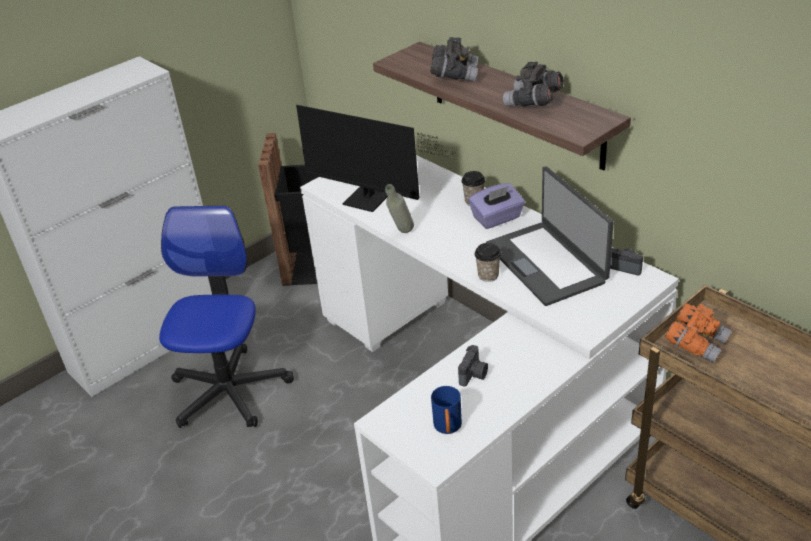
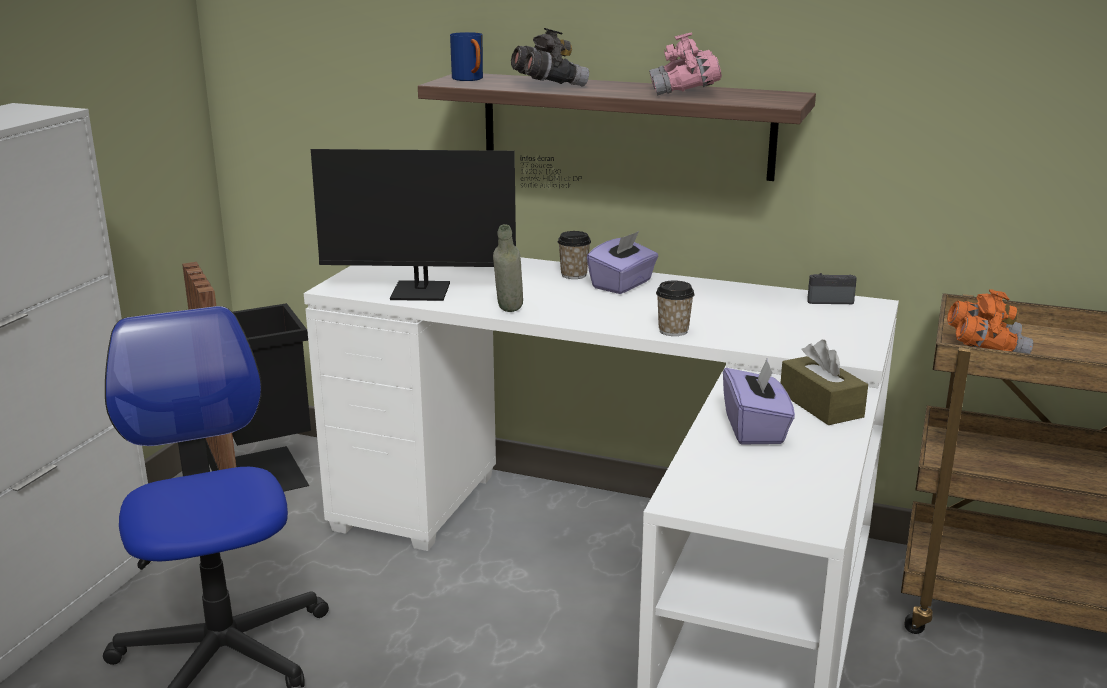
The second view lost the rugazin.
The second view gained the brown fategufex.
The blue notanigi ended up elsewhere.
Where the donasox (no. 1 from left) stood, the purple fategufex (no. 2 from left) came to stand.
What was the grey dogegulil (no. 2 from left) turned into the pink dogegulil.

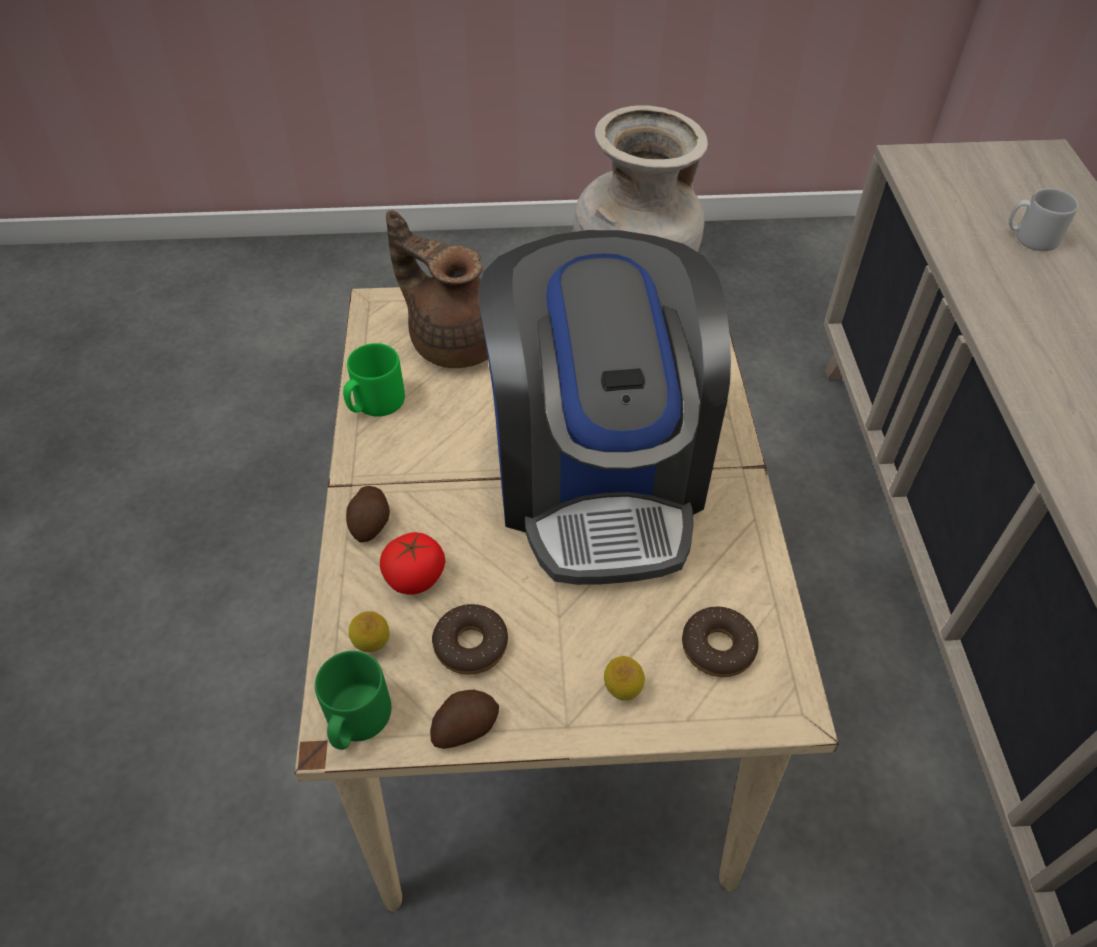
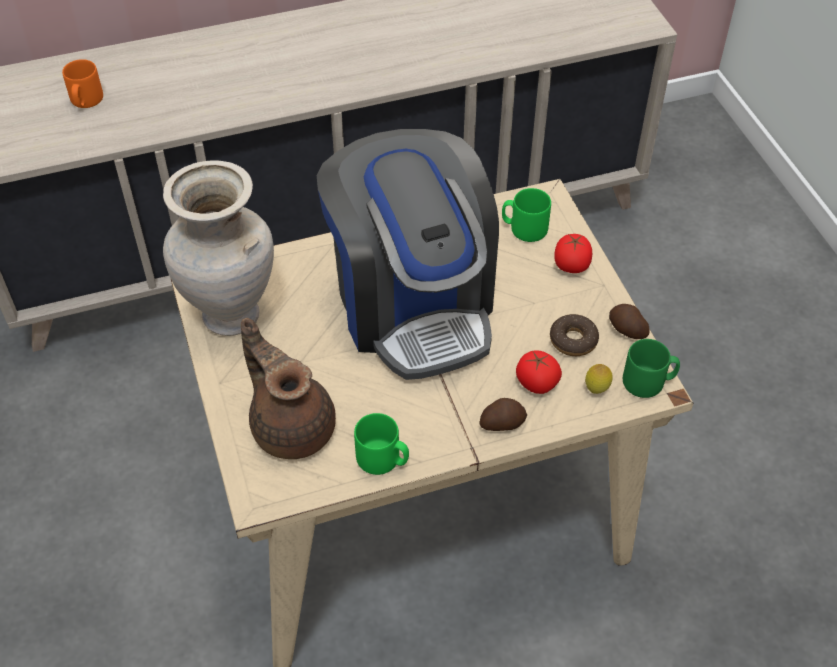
Where the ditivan (no. 2 from left) stood, the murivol (no. 2 from left) came to stand.
Where the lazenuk (no. 2 from left) stood, the green notanigi (no. 2 from left) came to stand.
What was the grey notanigi turned into the orange notanigi.
The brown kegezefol ended up facing another way, 120 degrees clockwise from before.
The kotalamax ended up facing another way, 90 degrees clockwise from before.

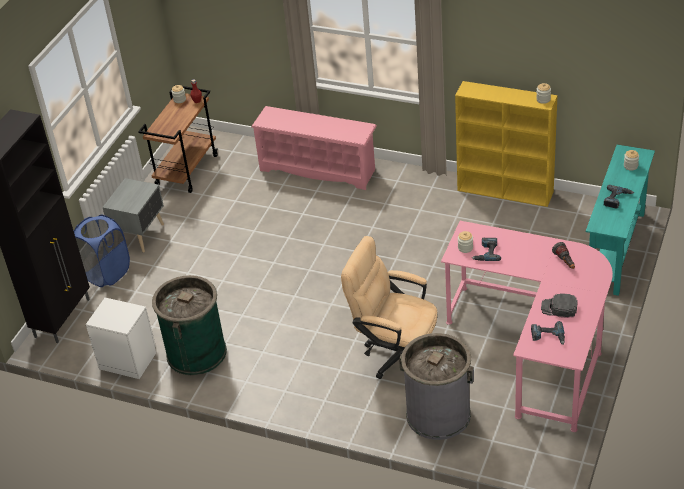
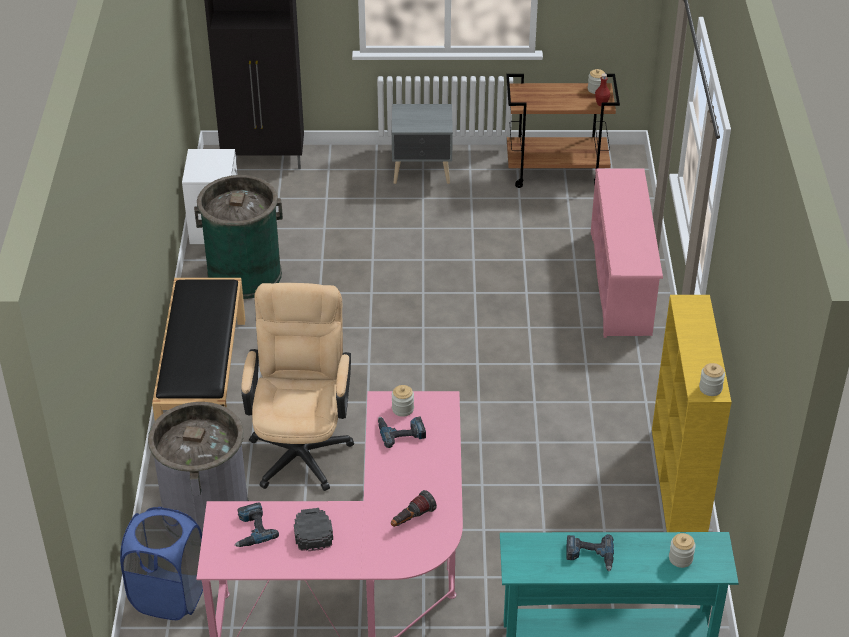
The second view gained the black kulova.
The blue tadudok ended up elsewhere.

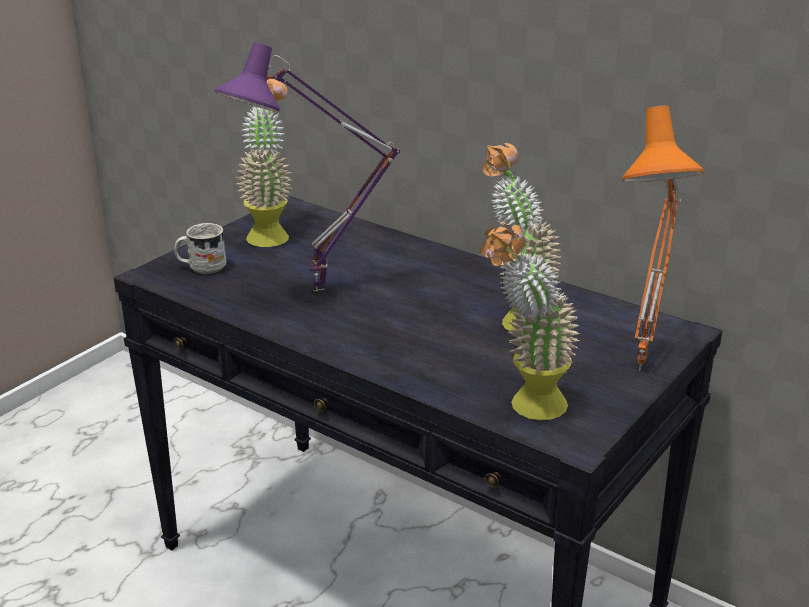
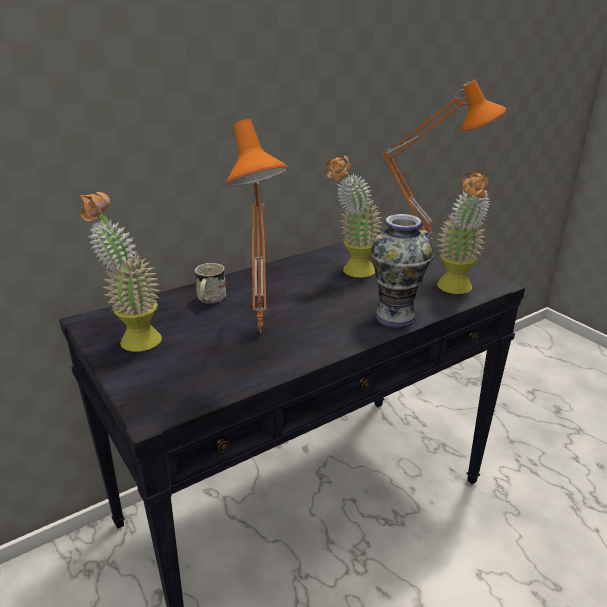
The second view gained the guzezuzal.
The white notanigi ended up elsewhere.
What was the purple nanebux turned into the orange nanebux (no. 1 from left).

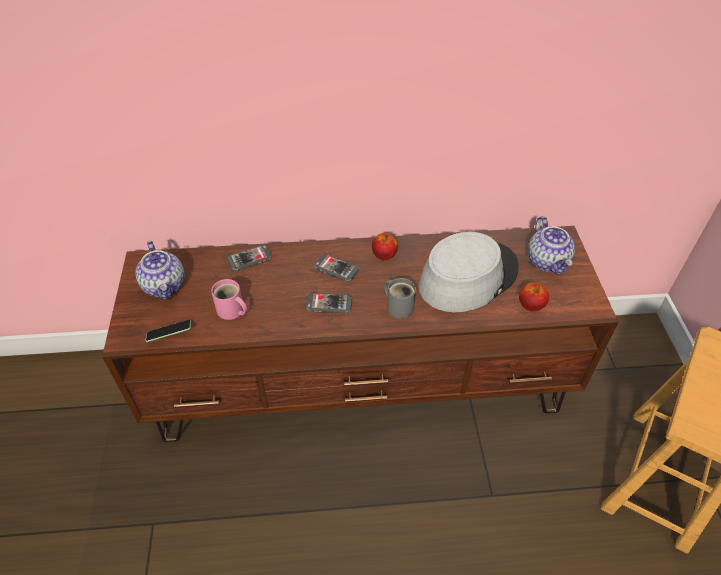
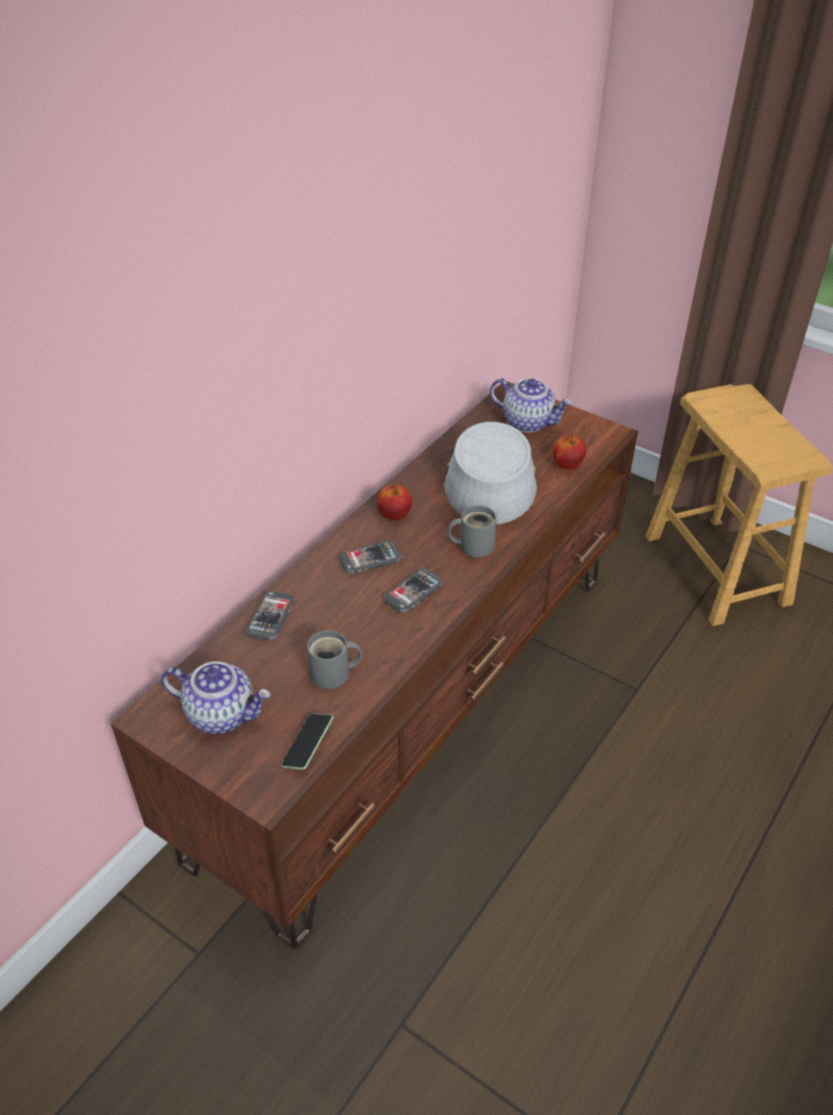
What was the pink notanigi turned into the grey notanigi (no. 1 from left).

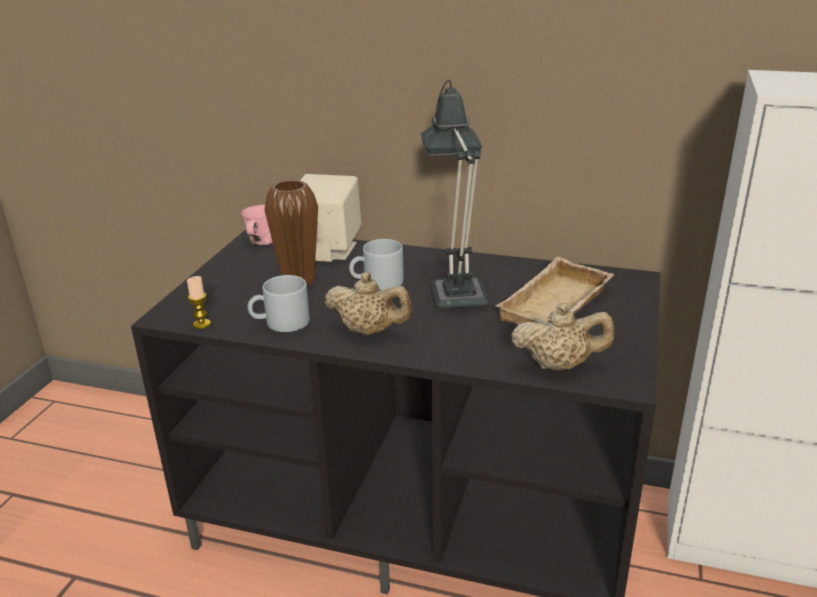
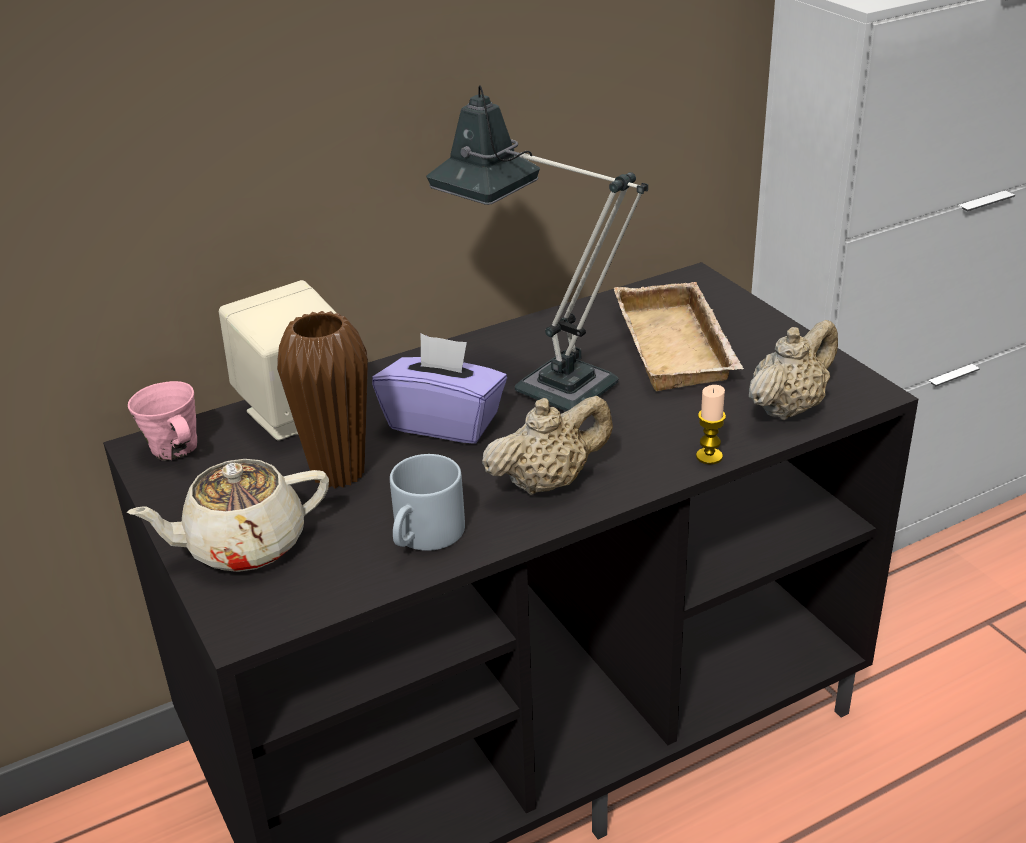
The second view gained the beige kegezefol (no. 1 from left).
The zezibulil ended up elsewhere.
Where the grey notanigi (no. 2 from left) stood, the purple fategufex came to stand.

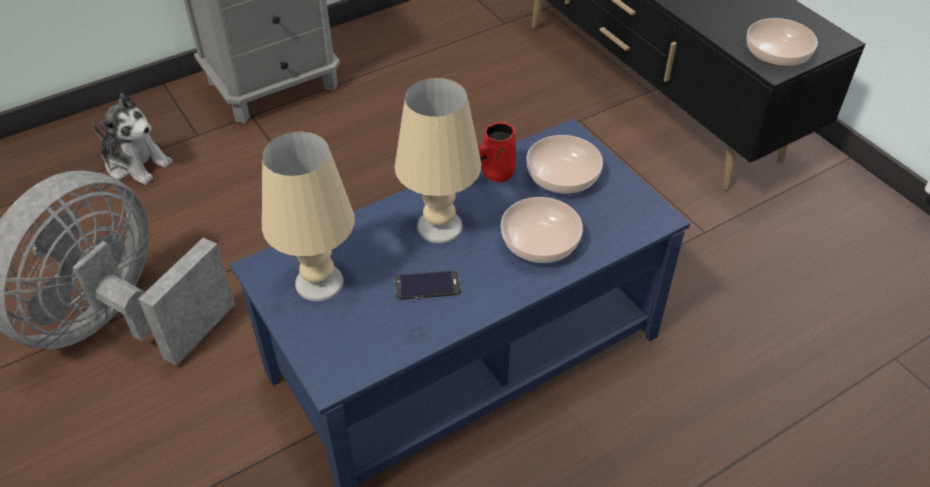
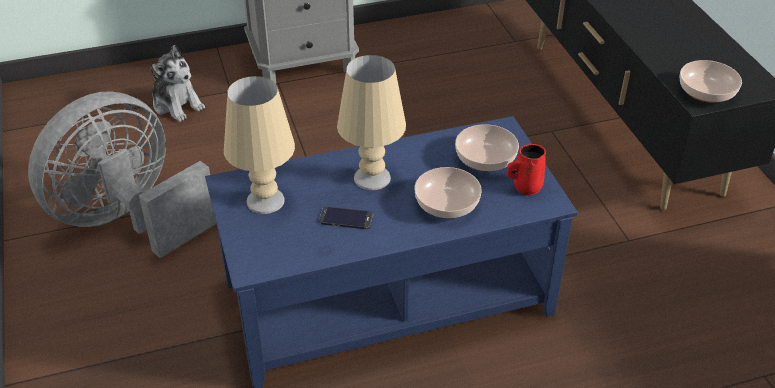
The red notanigi ended up elsewhere.

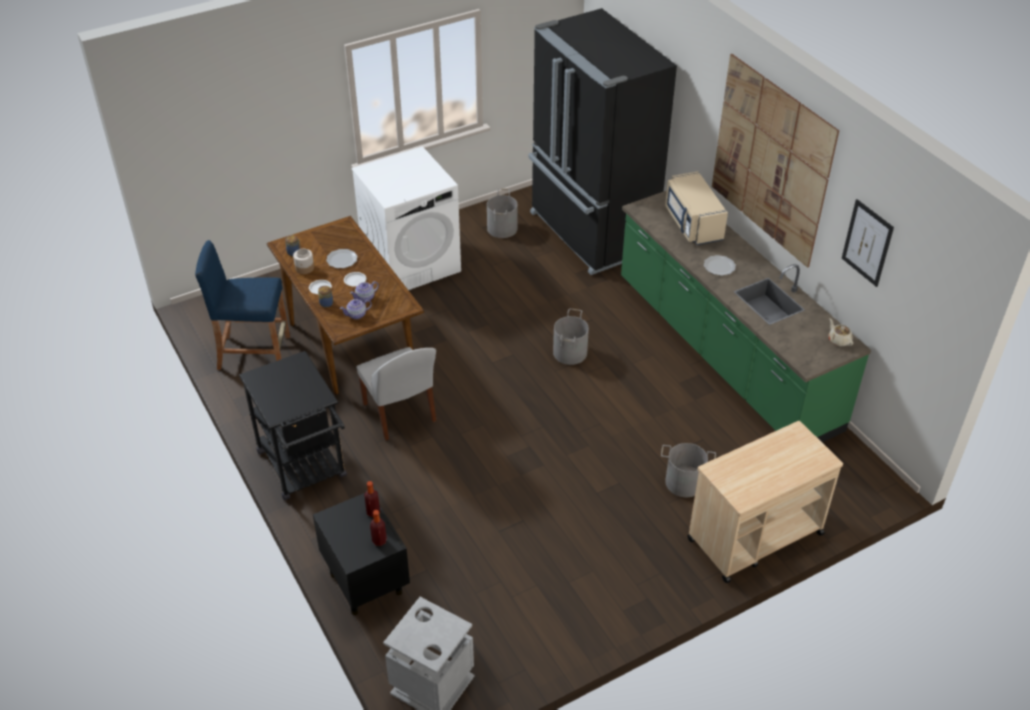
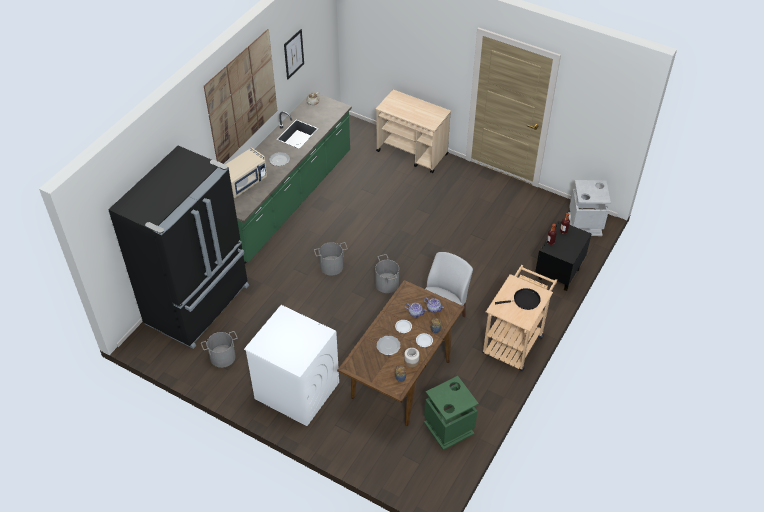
The second view gained the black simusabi.
The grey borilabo (no. 3 from left) ended up elsewhere.
Where the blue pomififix stood, the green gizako came to stand.
What was the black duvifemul turned into the beige duvifemul (no. 2 from left).

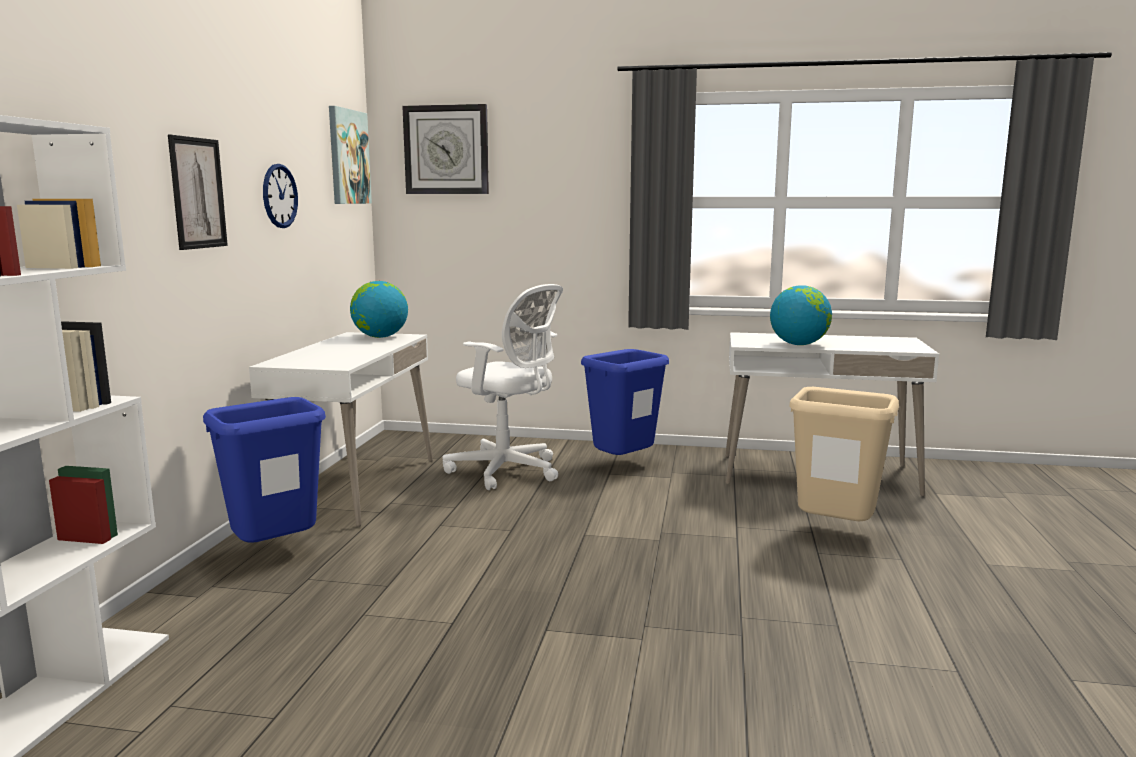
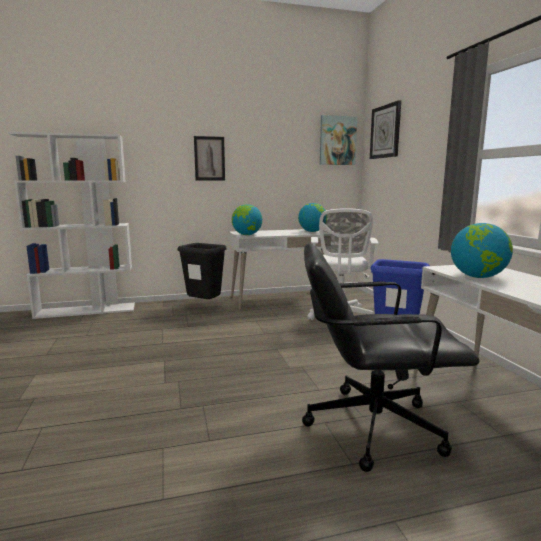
The second view lost the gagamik (no. 1 from left).
The second view gained the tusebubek (no. 1 from left).
Where the beige gizako stood, the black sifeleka came to stand.
What was the blue gizako (no. 1 from left) turned into the black gizako.

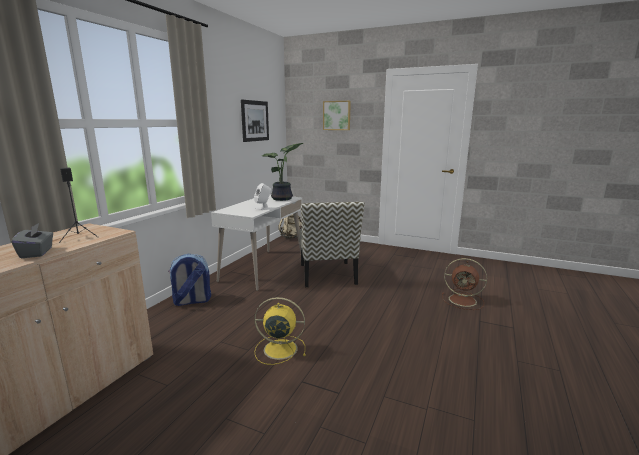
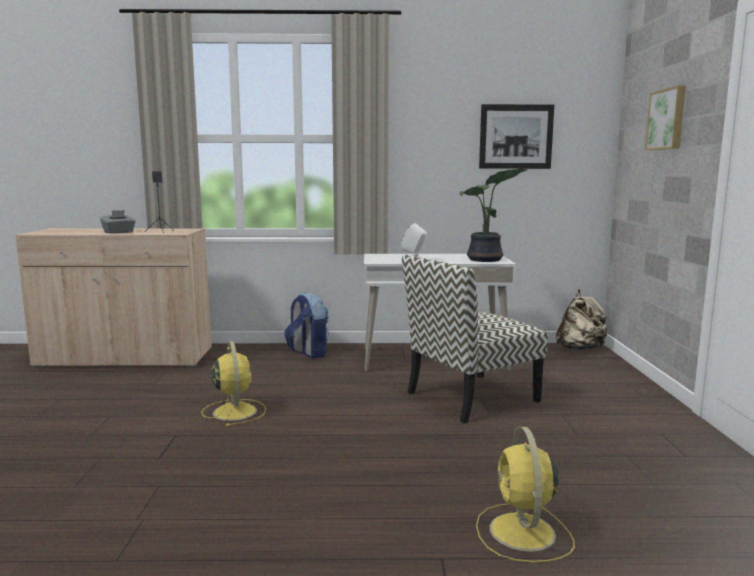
What was the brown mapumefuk turned into the yellow mapumefuk (no. 2 from left).

